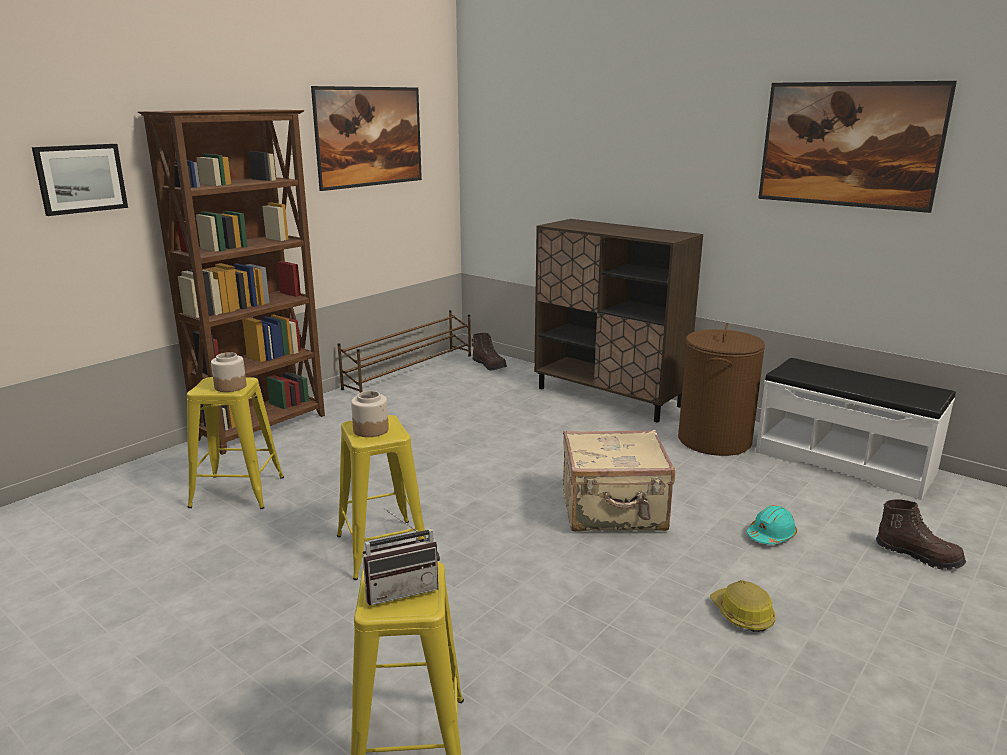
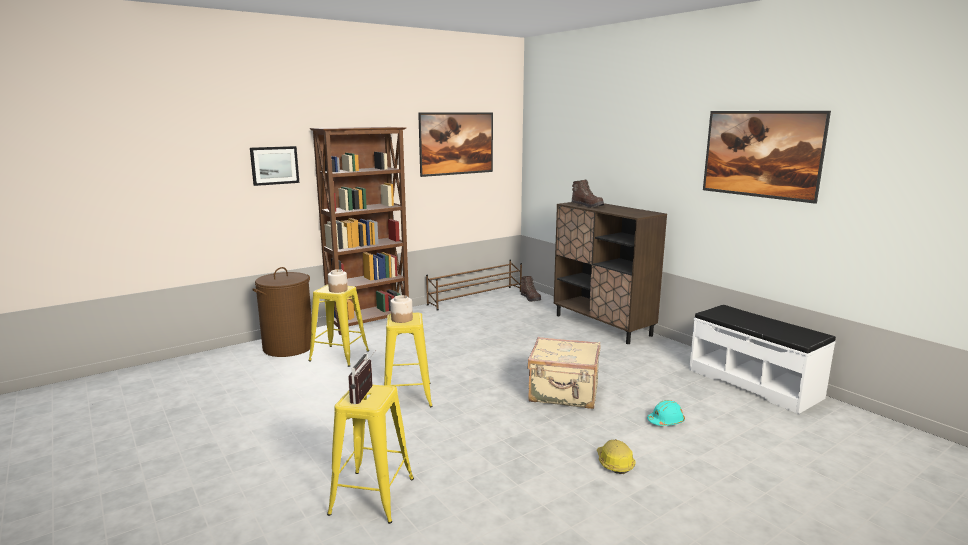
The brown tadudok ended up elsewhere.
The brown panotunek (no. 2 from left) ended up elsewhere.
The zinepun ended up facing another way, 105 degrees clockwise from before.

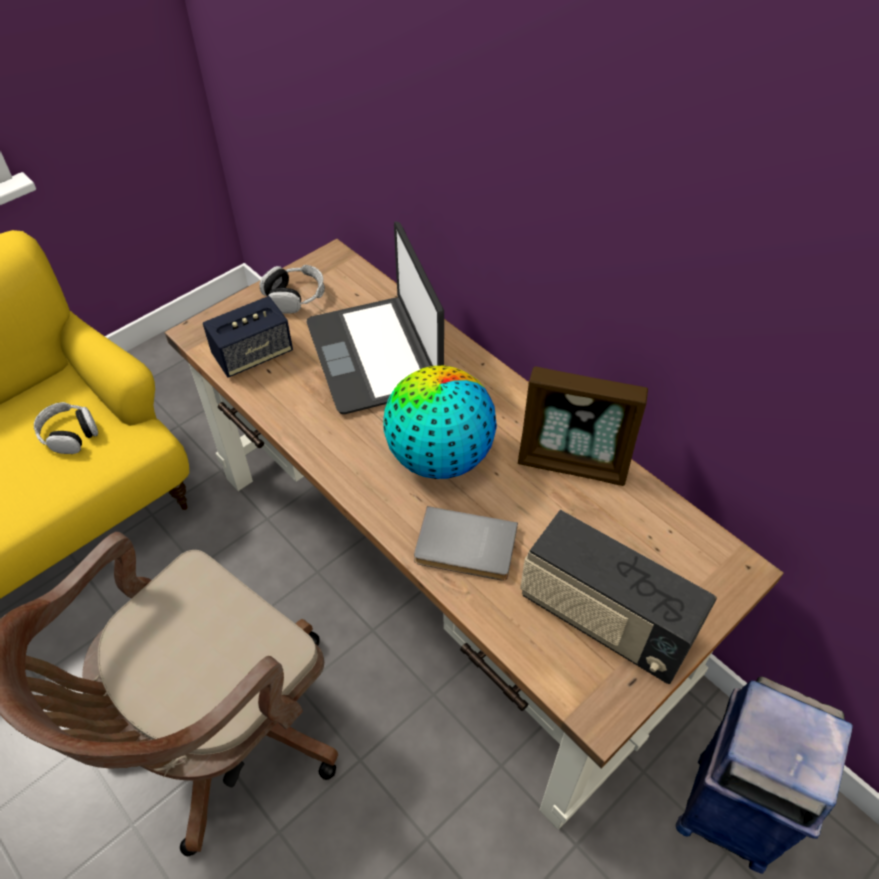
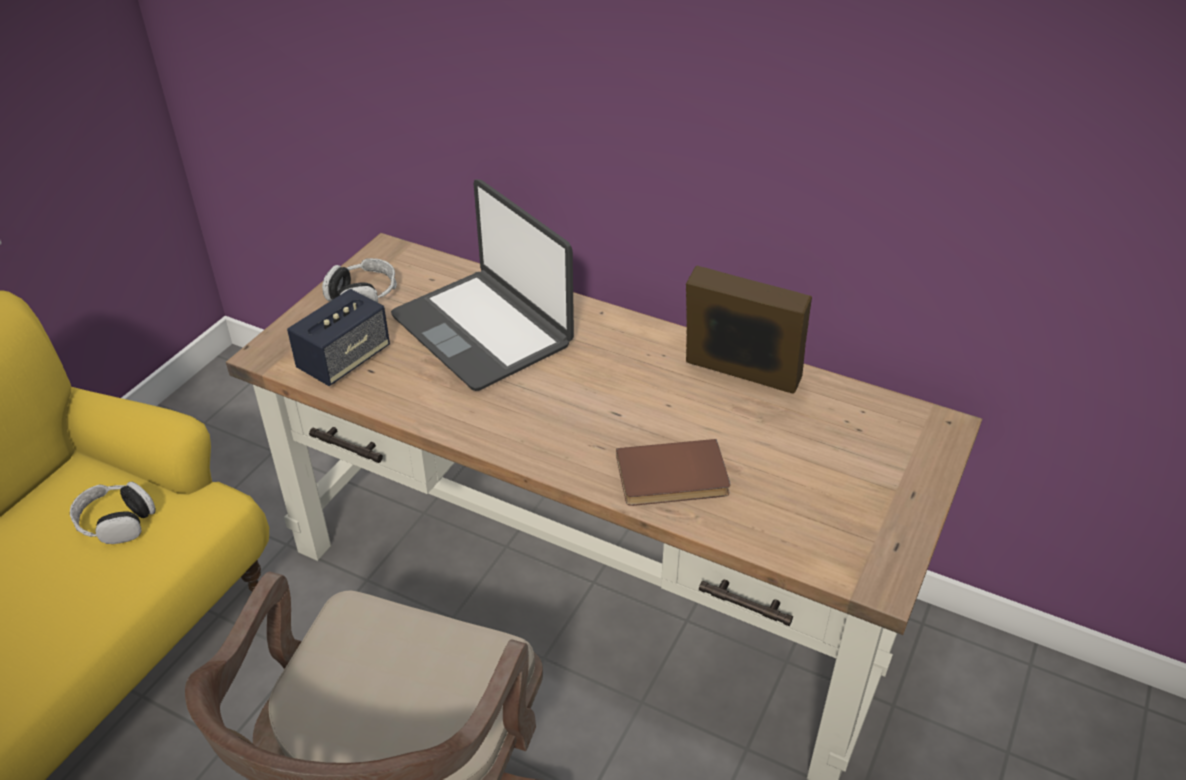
The second view lost the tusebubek.
The second view lost the zinepun.
The second view lost the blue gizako.
What was the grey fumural turned into the brown fumural.
The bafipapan ended up facing another way, 150 degrees counterclockwise from before.

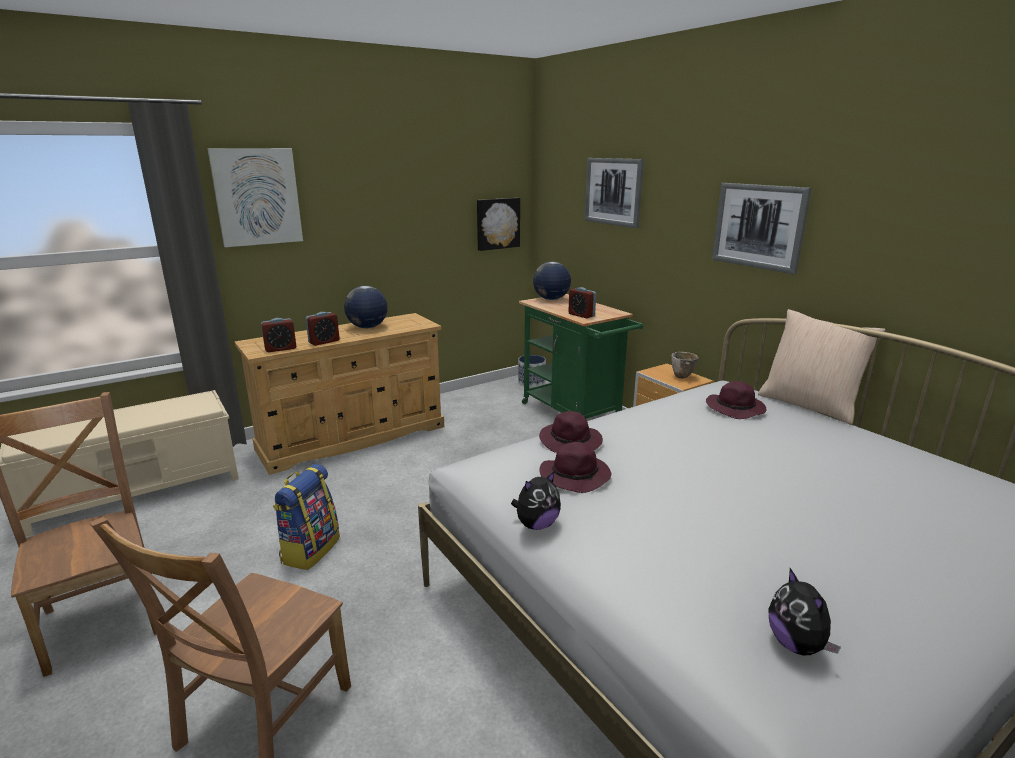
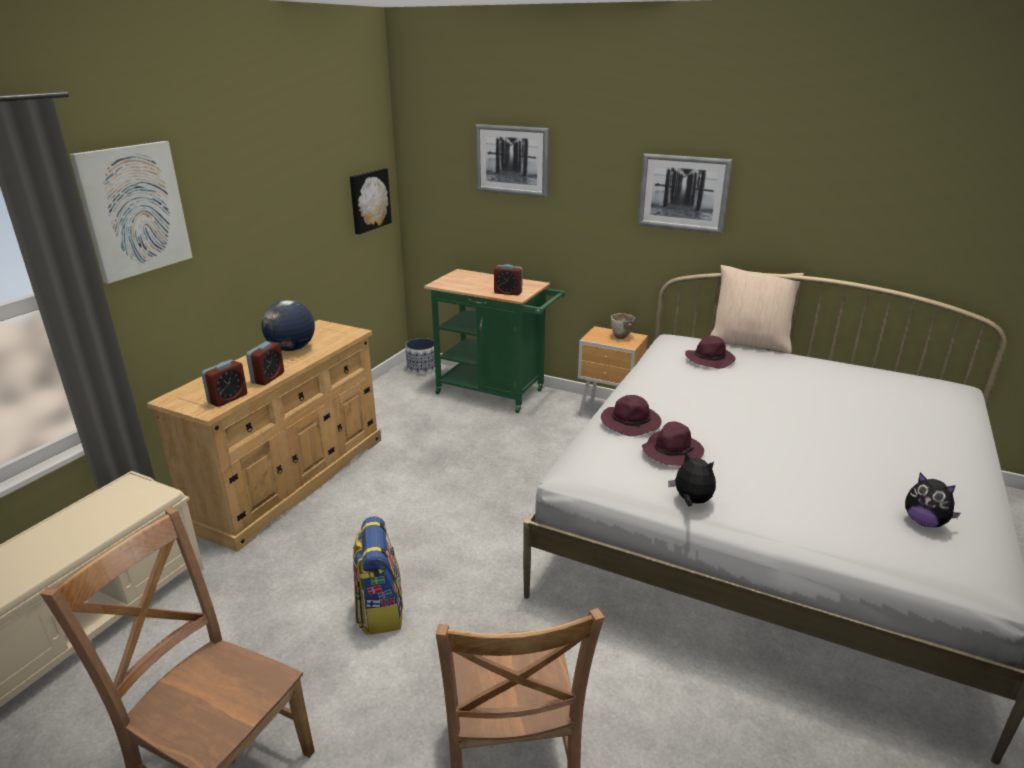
The second view lost the tusebubek (no. 2 from left).
The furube (no. 1 from left) ended up facing another way, 75 degrees counterclockwise from before.

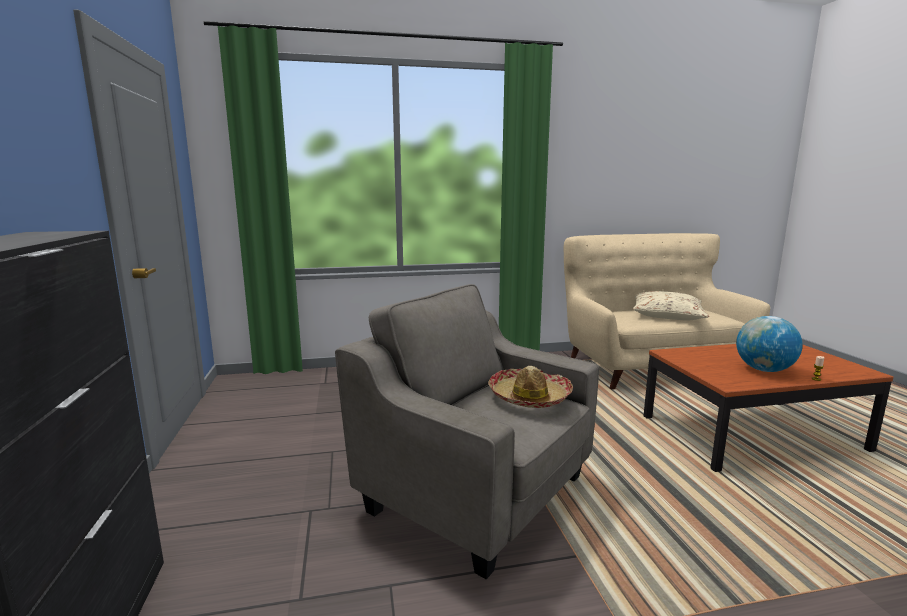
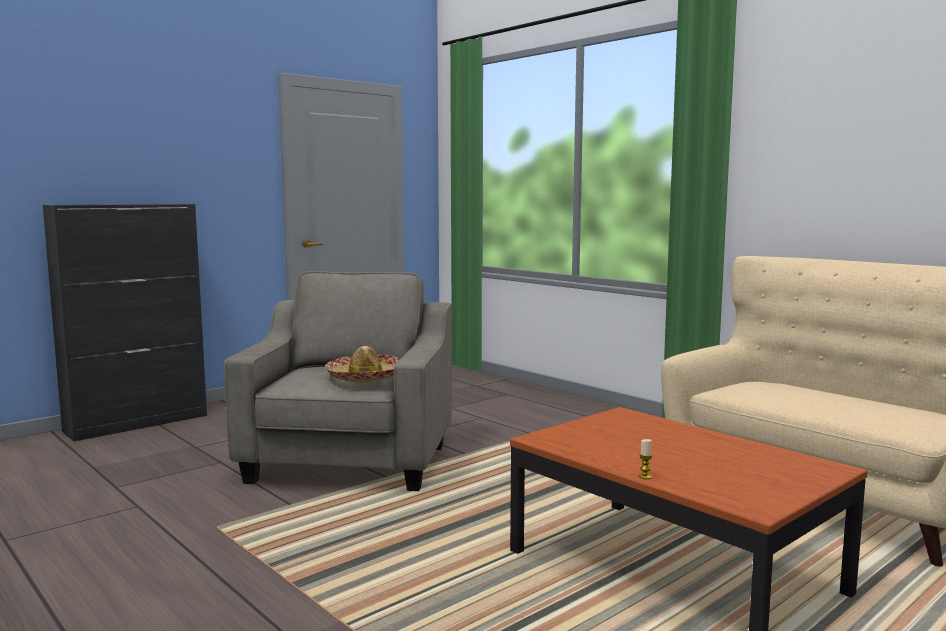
The second view lost the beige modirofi.
The second view lost the tusebubek.

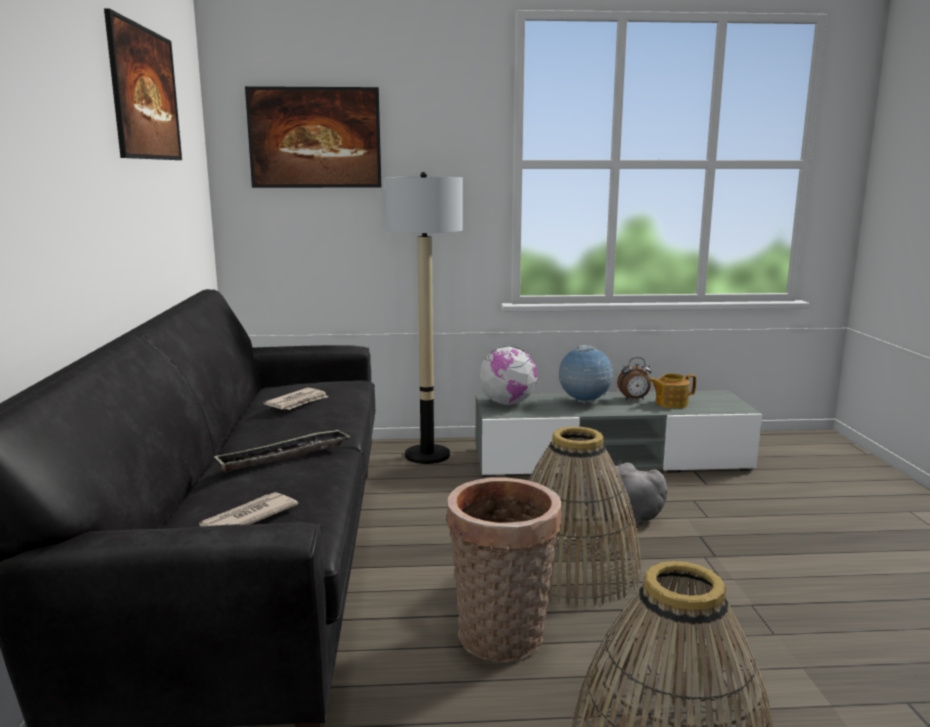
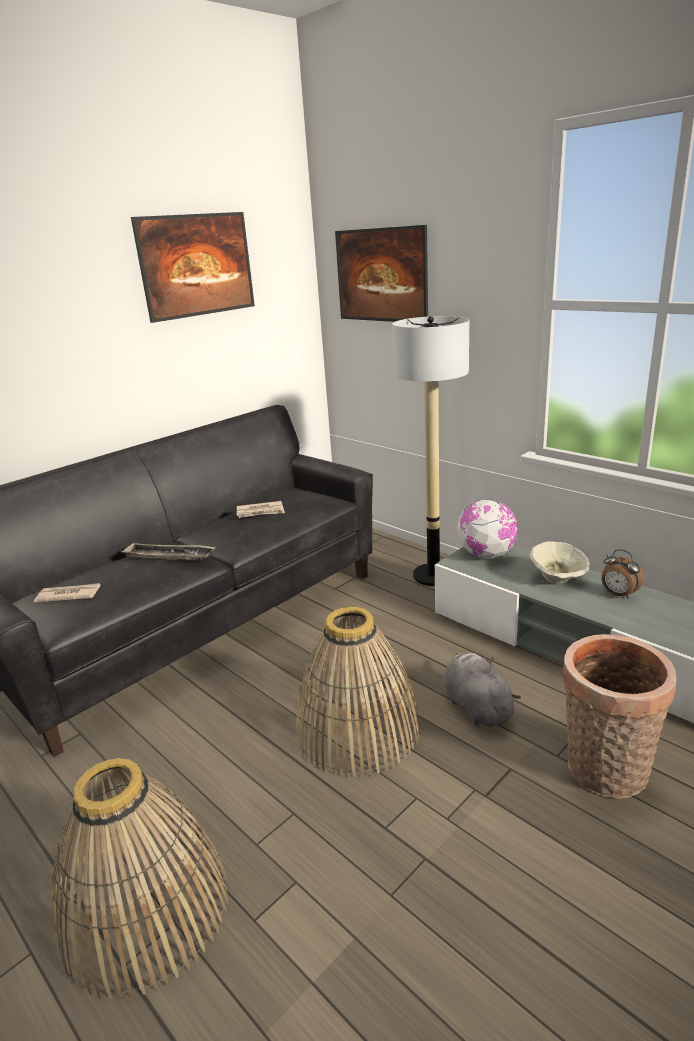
The second view lost the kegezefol.
The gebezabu (no. 1 from left in the first image) ended up elsewhere.
Where the tusebubek (no. 2 from left) stood, the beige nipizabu came to stand.

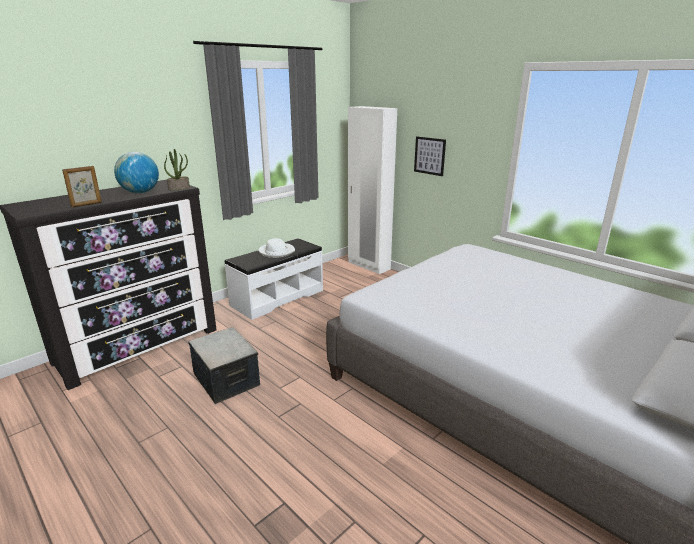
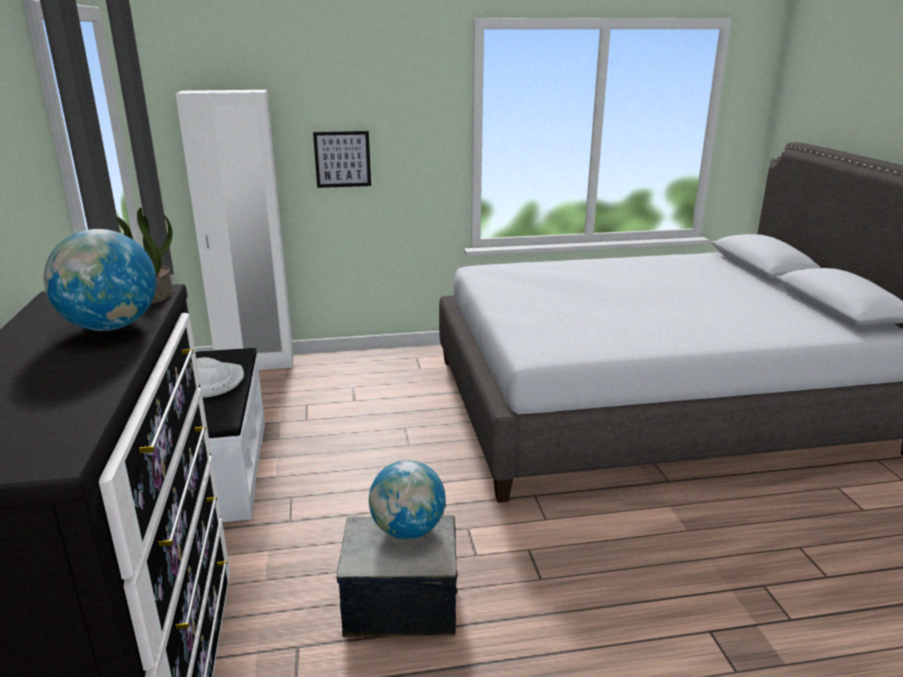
The second view lost the bafipapan.
The second view gained the tusebubek (no. 2 from left).

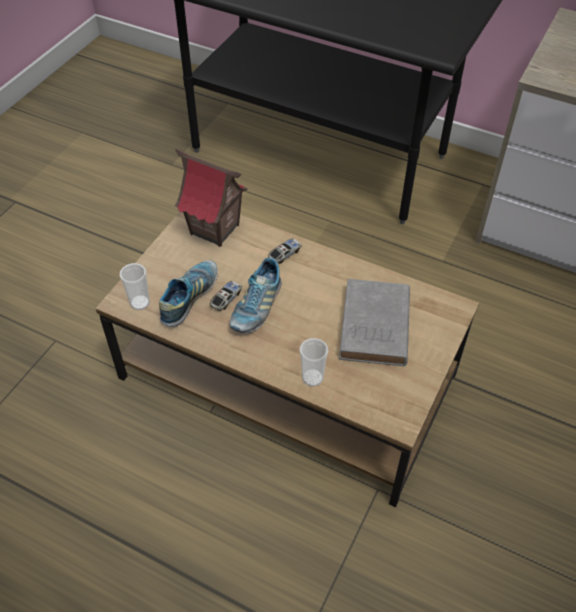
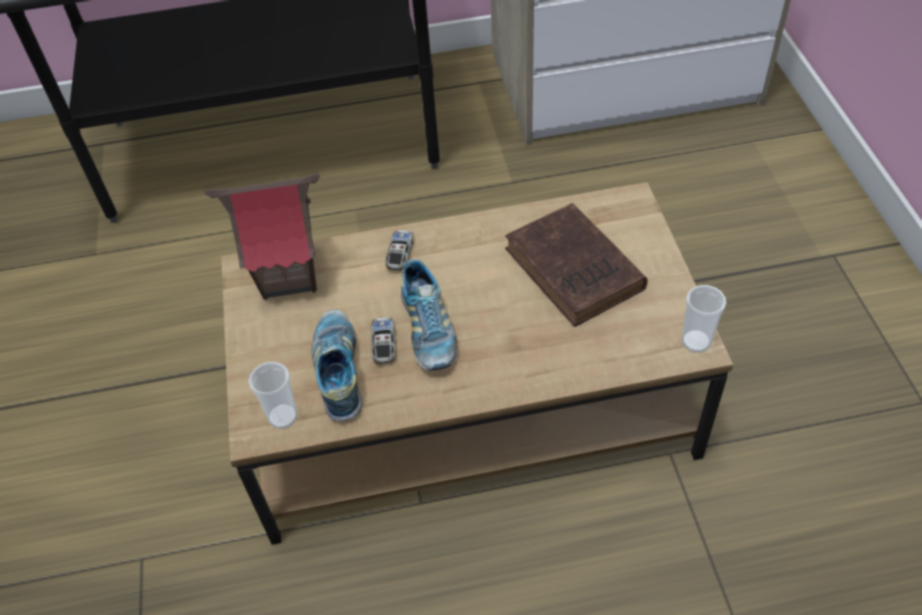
The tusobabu (no. 2 from left) ended up elsewhere.
What was the grey fumural turned into the brown fumural.

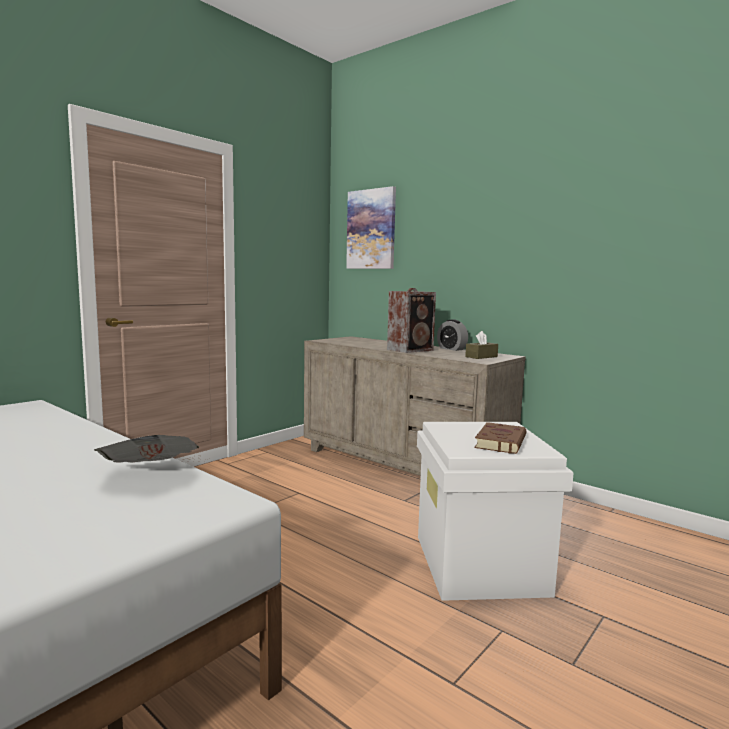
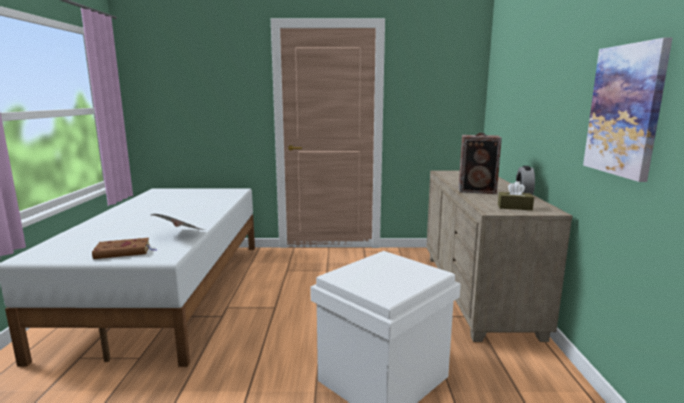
The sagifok ended up elsewhere.
The brown fumural ended up elsewhere.

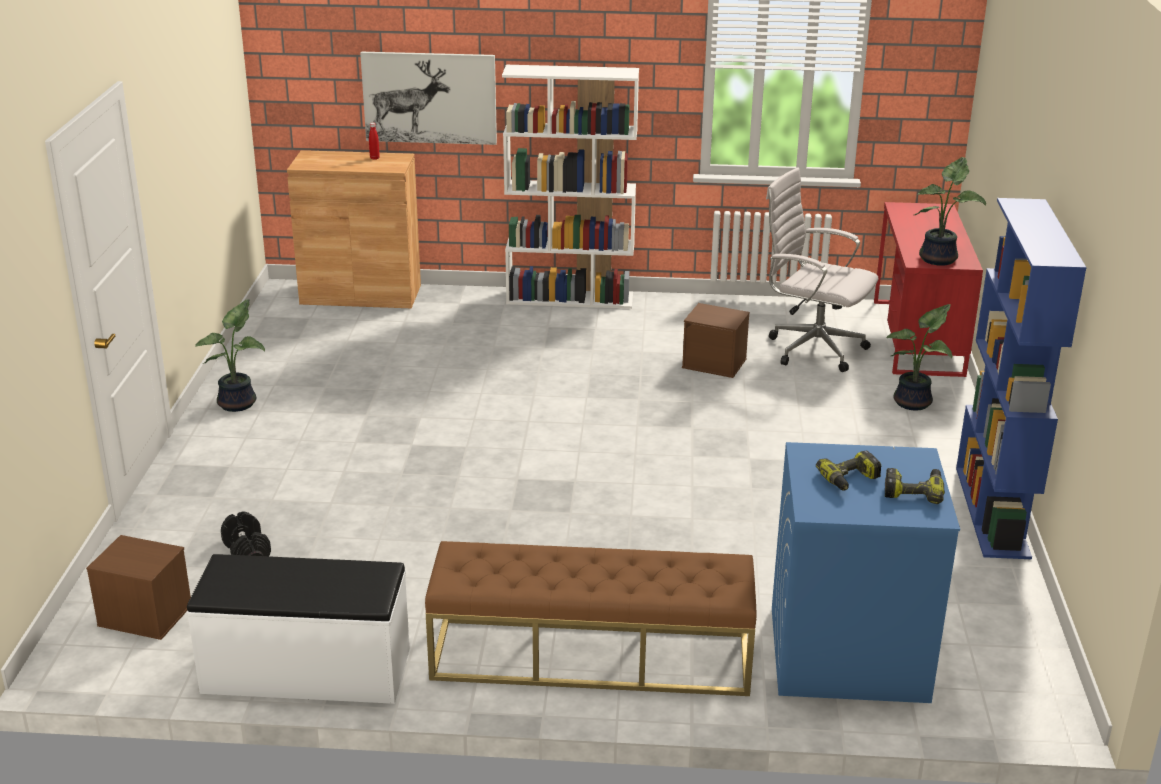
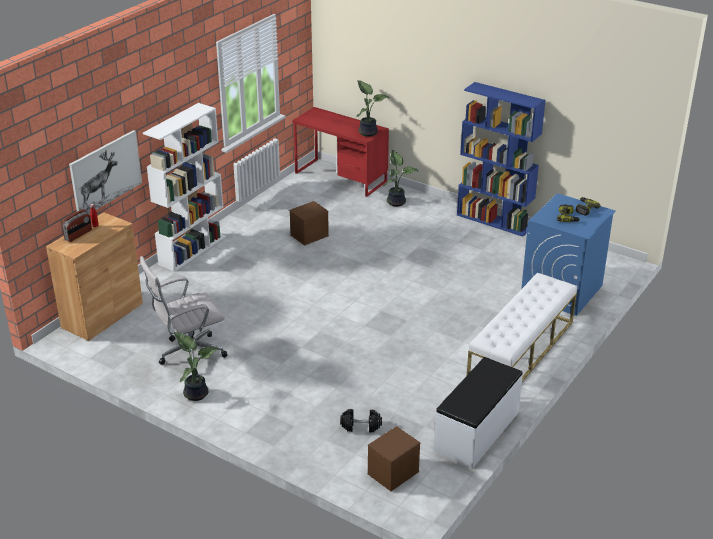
The second view gained the zinepun.
The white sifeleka ended up elsewhere.
What was the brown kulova turned into the white kulova (no. 2 from left).

